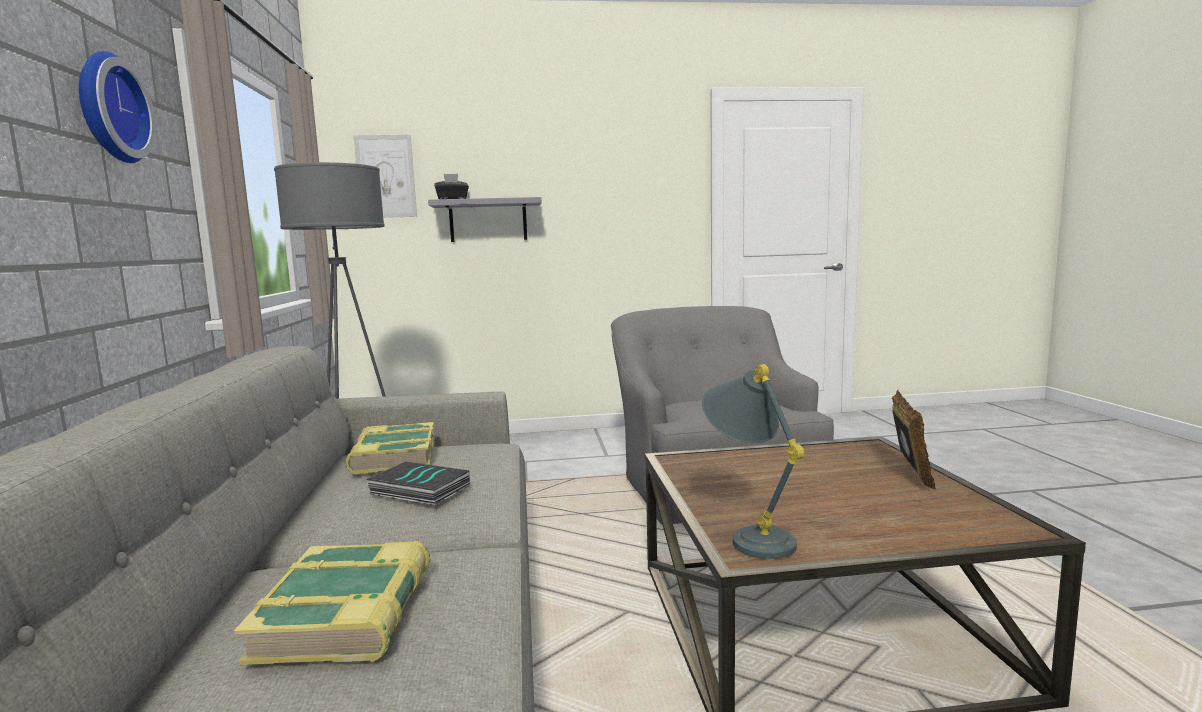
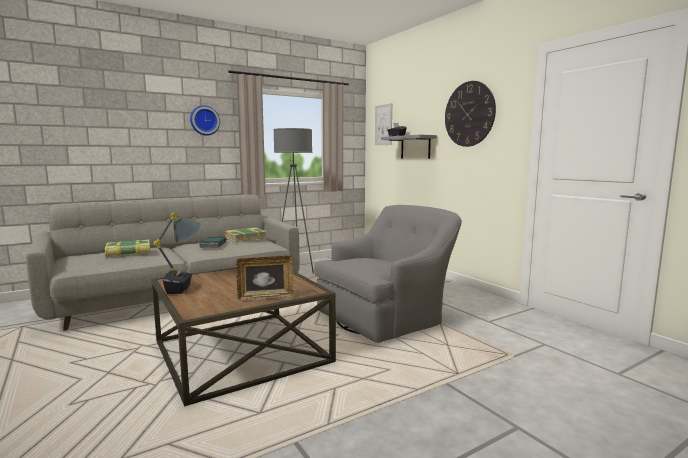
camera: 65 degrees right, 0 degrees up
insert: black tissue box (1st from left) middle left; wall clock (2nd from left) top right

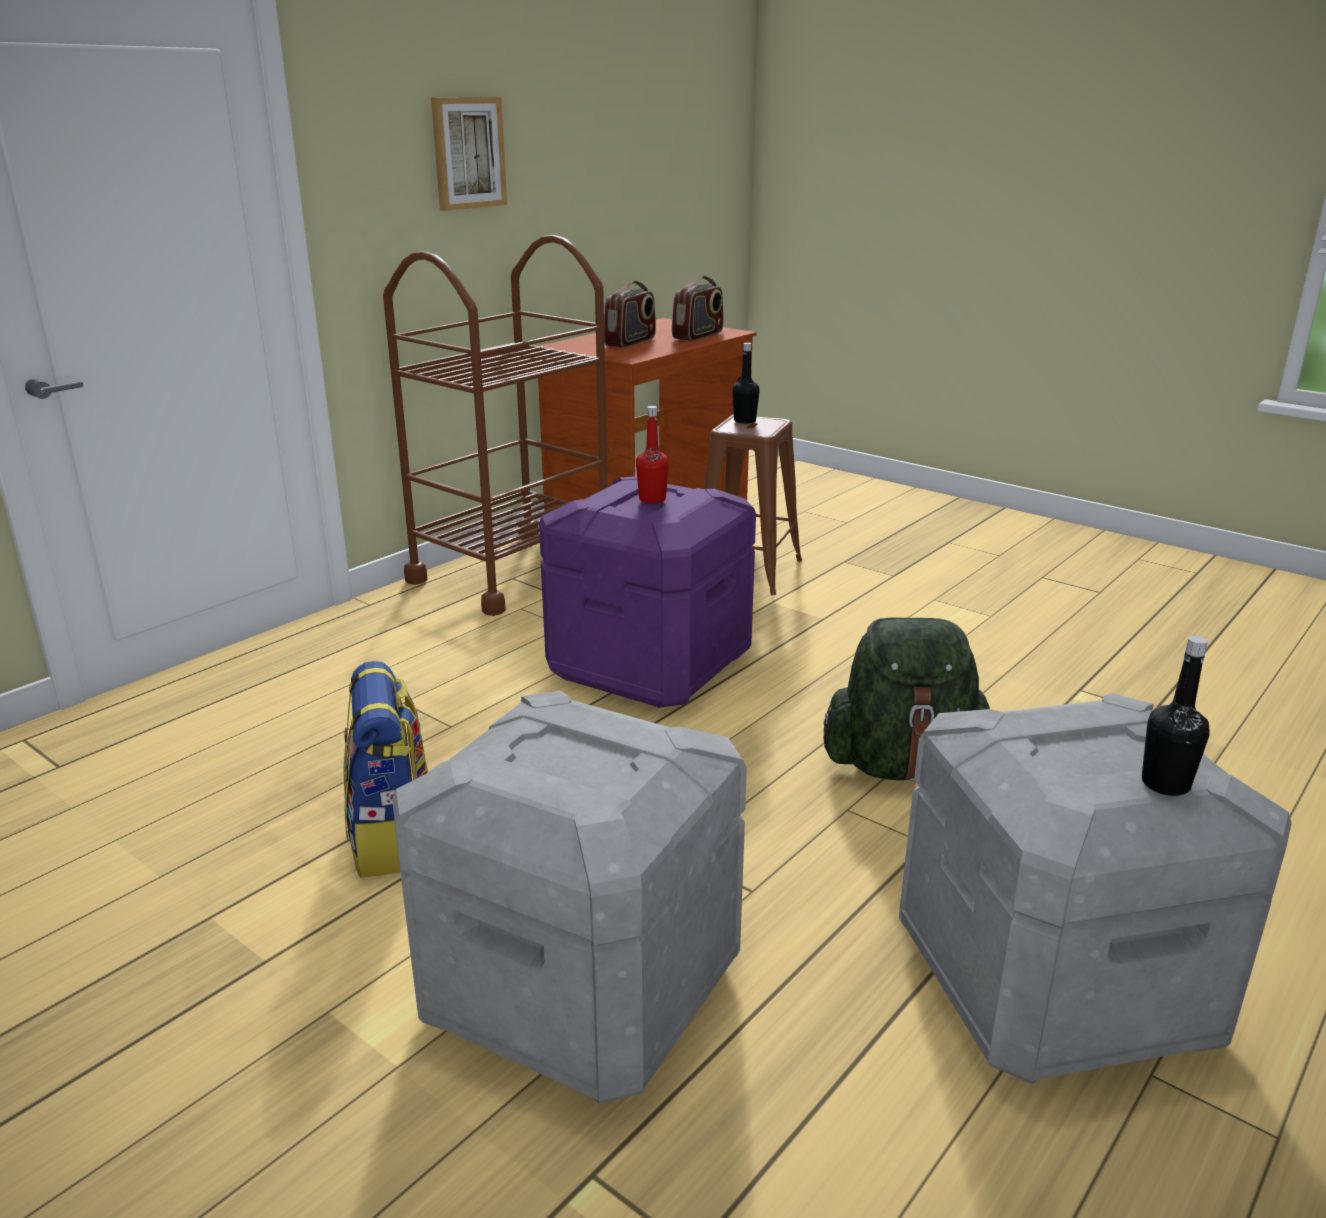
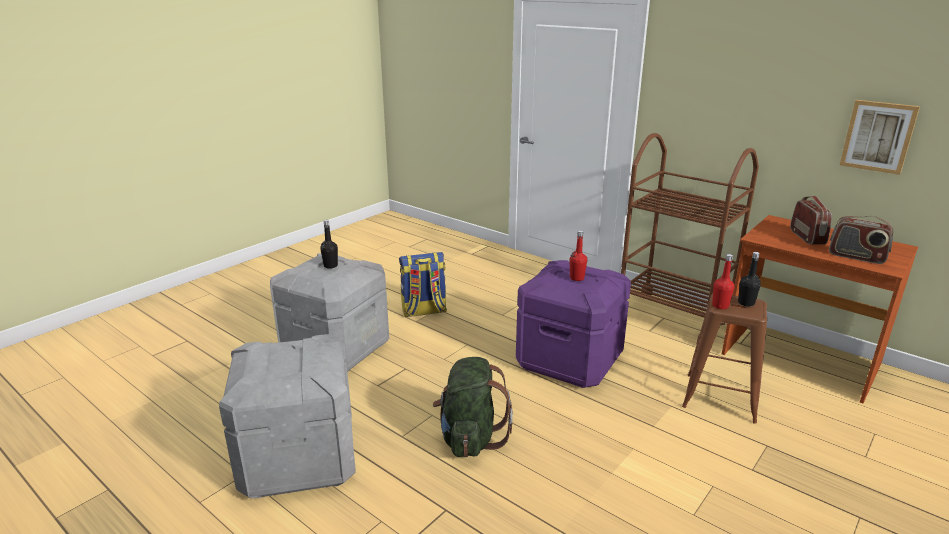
camera: 90 degrees right, 0 degrees up
insert: red bottle (2nd from left) middle right
move: black bottle (2nd from left in the first image) middle right to black bottle (1st from left) centre; picture top centre to top right
rotate: radio (1st from left) top centre = middle right 120 degrees counterclockwise

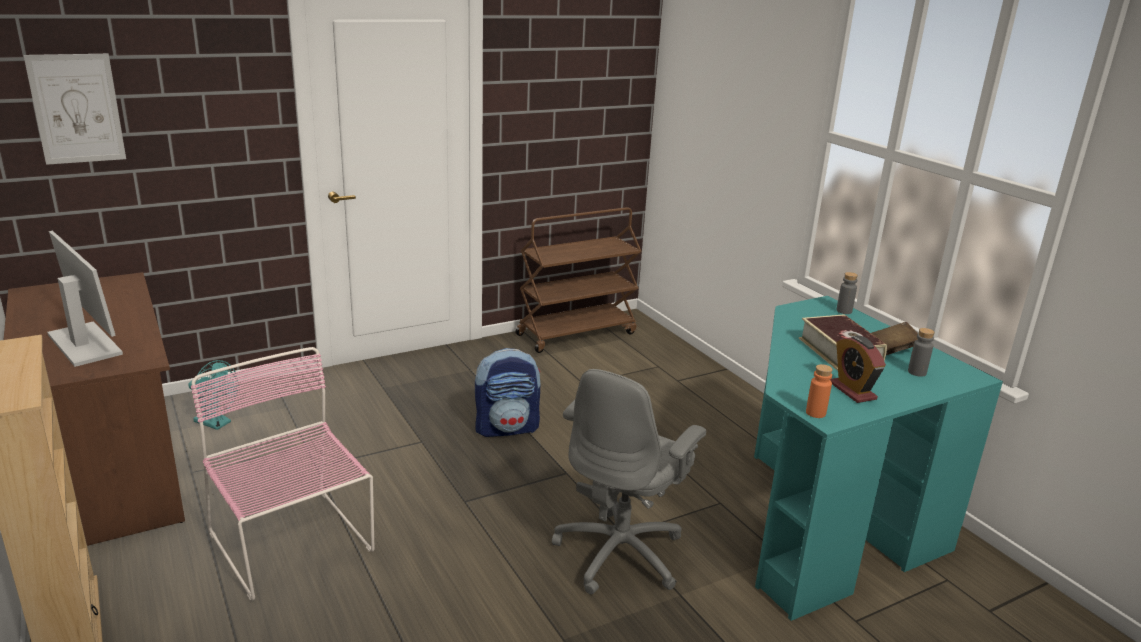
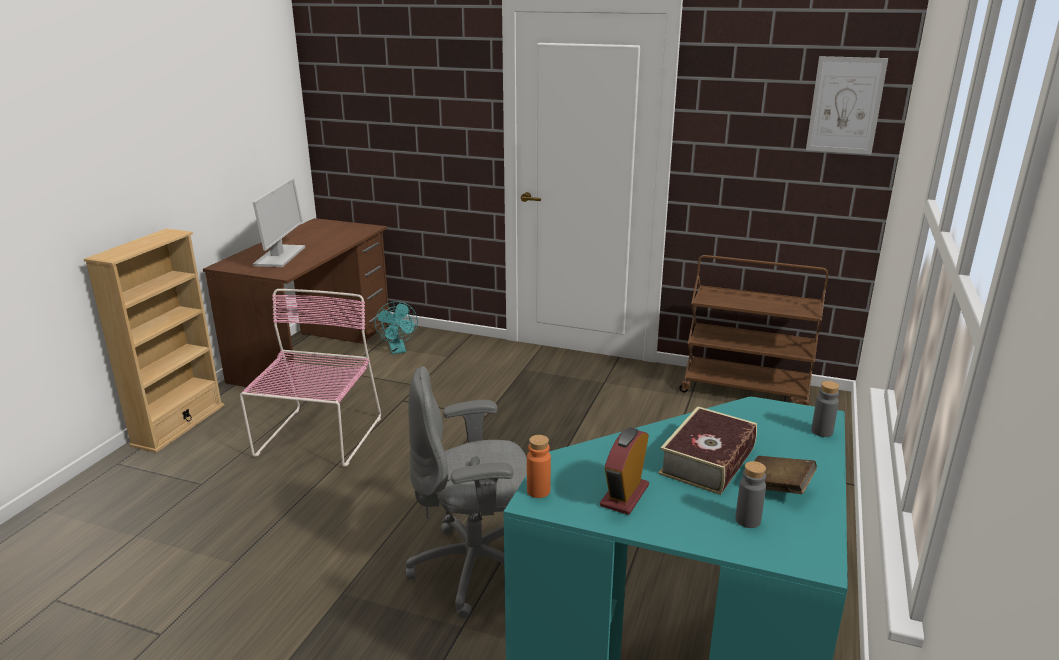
camera: 50 degrees right, 0 degrees up
delete: backpack centre
move: picture top left to top right

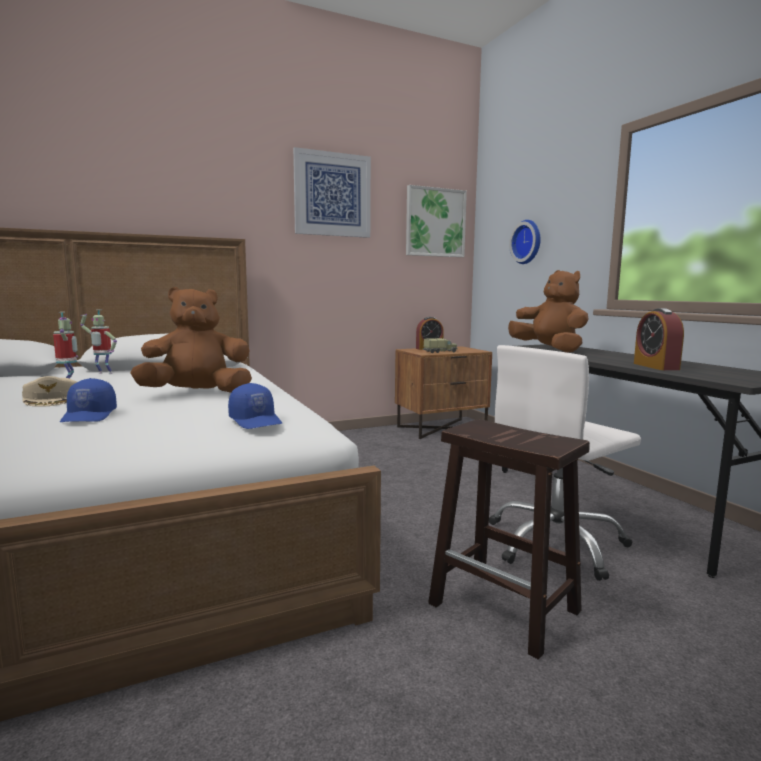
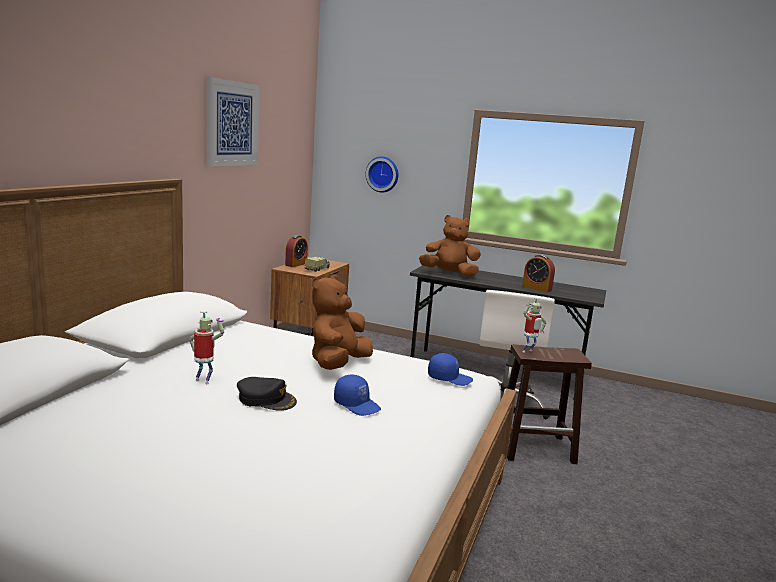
camera: 45 degrees left, 5 degrees up
delete: picture (2nd from left) top centre
move: toy robot (2nd from left) middle left to middle right
recolor: beige cap middle left to black cap bottom centre

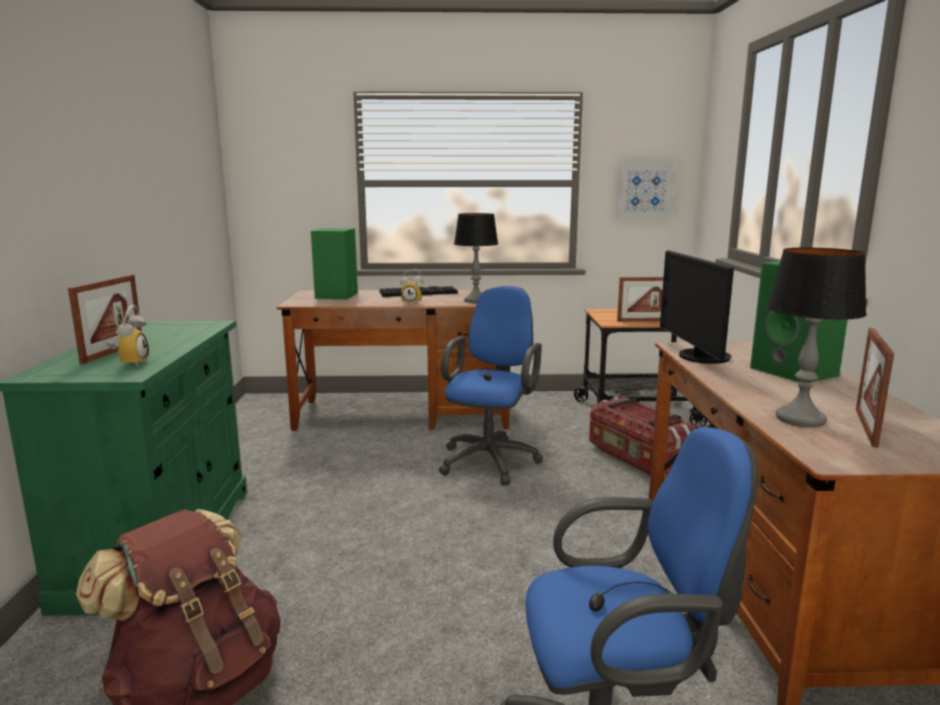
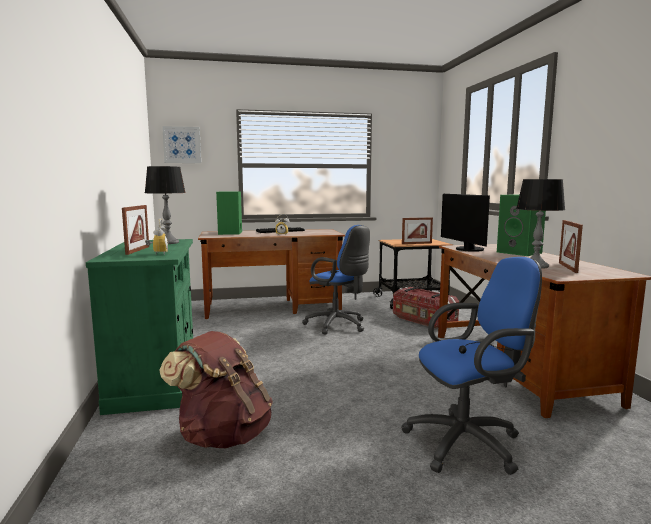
camera: 10 degrees left, 5 degrees down
move: table lamp (1st from left) centre to middle left; picture top right to top left
rotate: blue office chair (1st from left) centre = centre 120 degrees clockwise

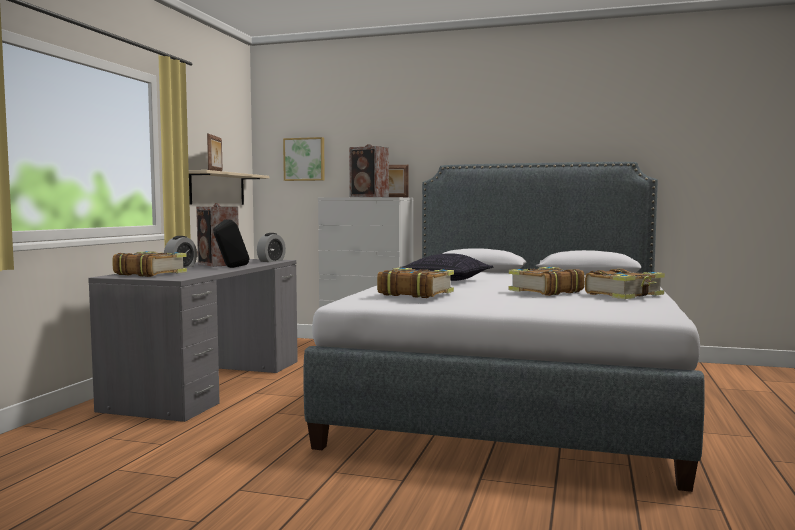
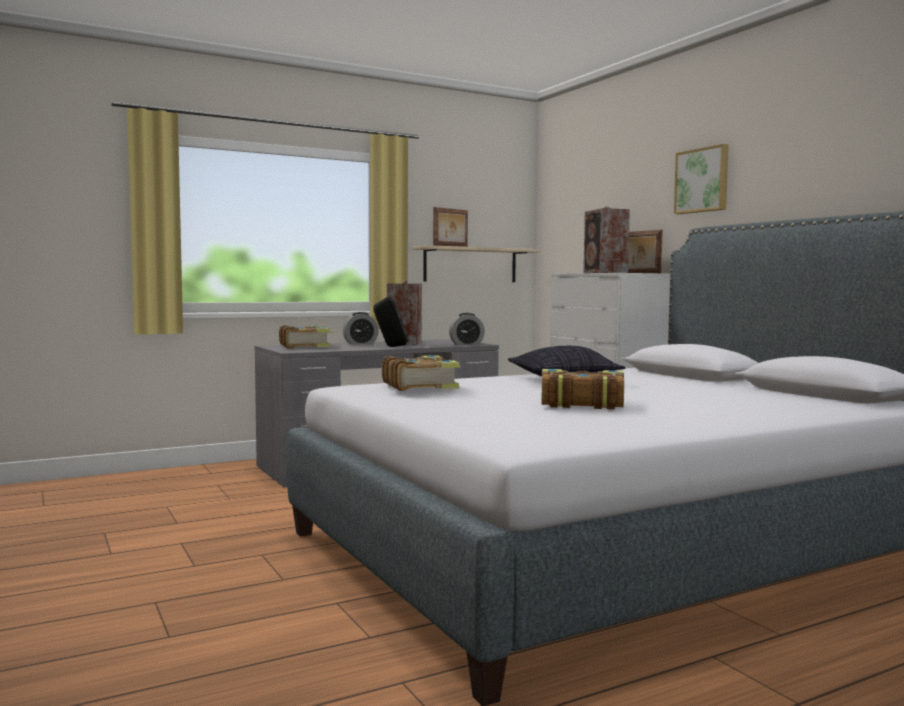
camera: 45 degrees right, 0 degrees up
delete: book (4th from left) middle right
move: picture top centre to top right

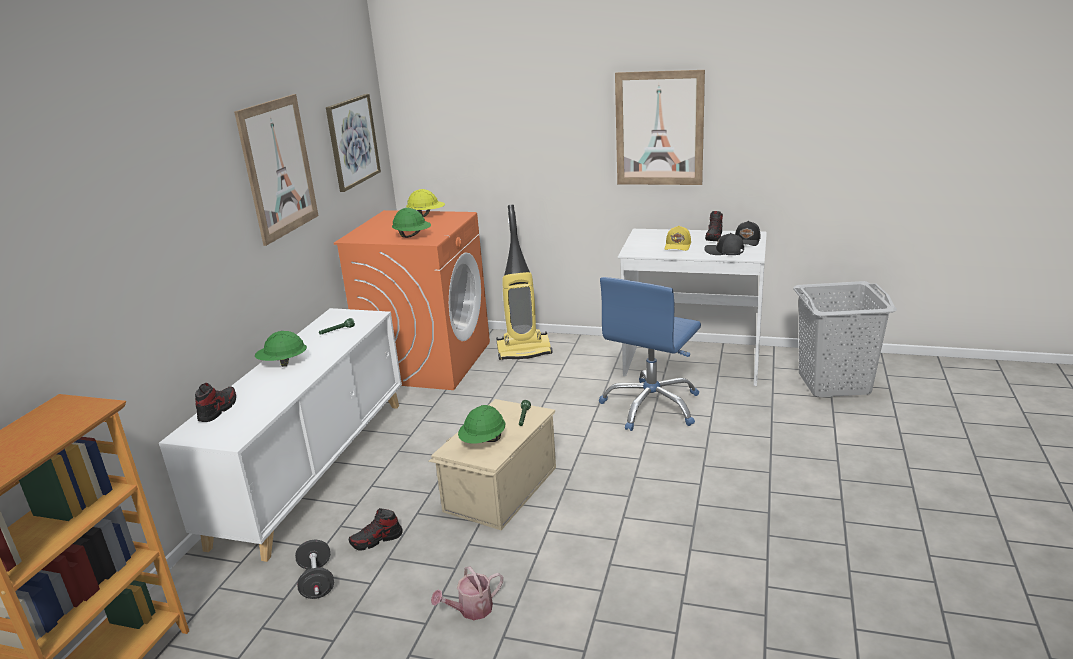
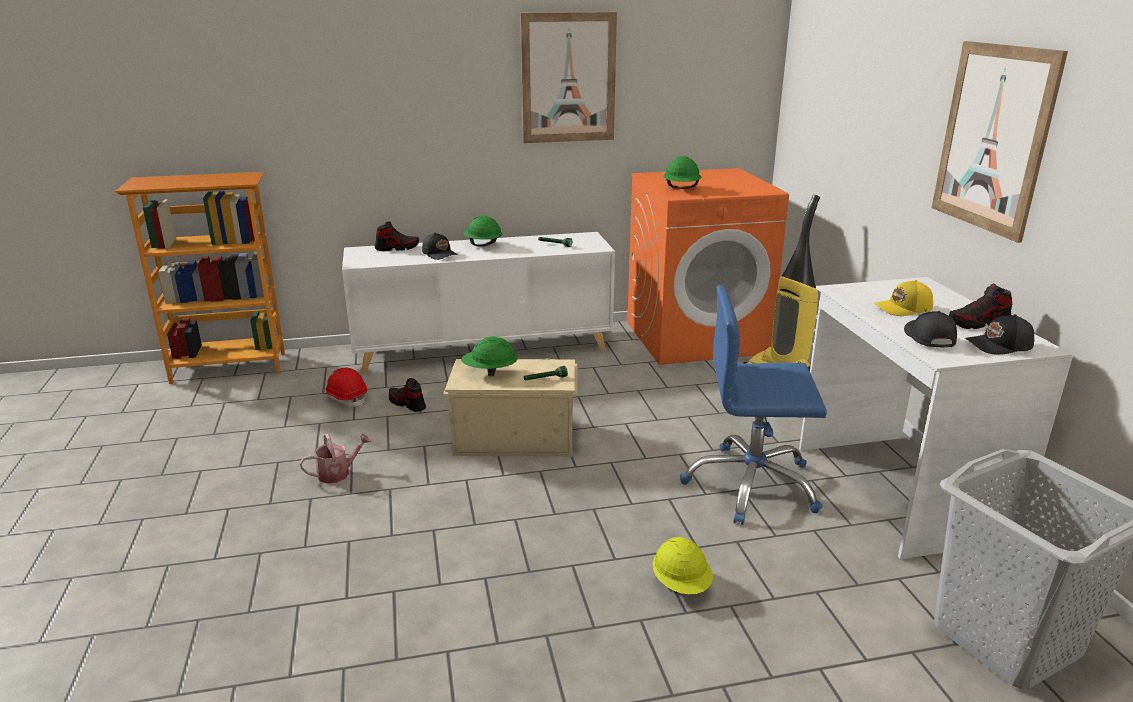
camera: 60 degrees right, 0 degrees up
delete: picture (2nd from left) top left
insert: black cap (1st from left) centre
move: yellow hard hat top centre to bottom centre
replace: black dumbbell bottom left to red hard hat middle left
rotate: watering can bottom centre = middle left 120 degrees clockwise

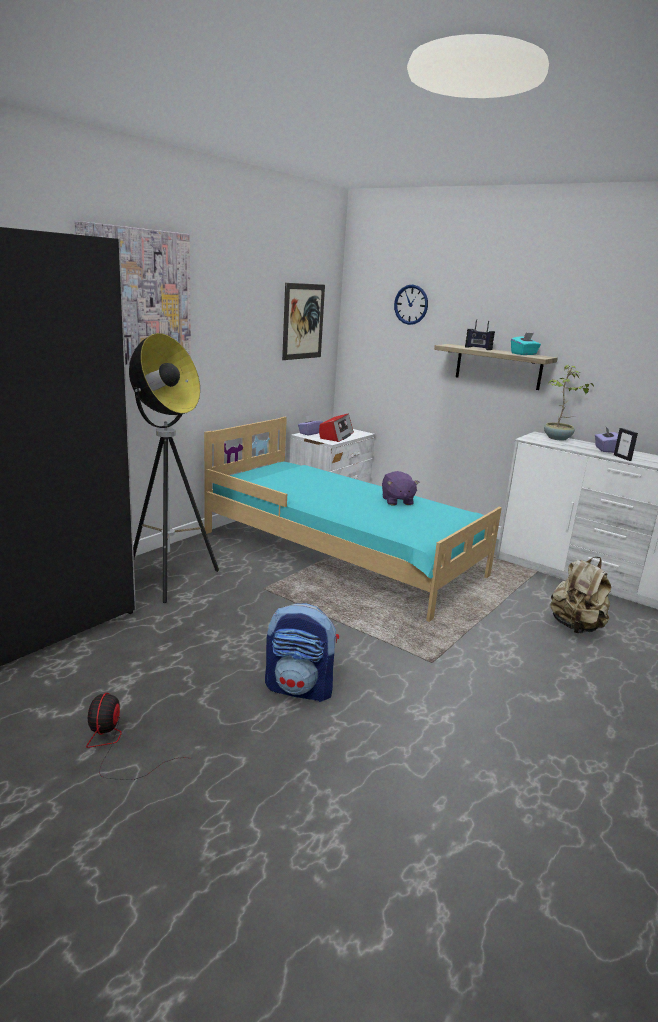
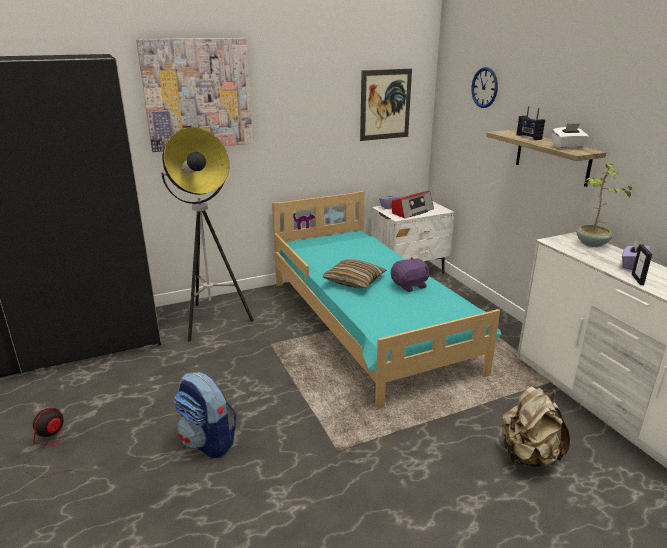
camera: 30 degrees right, 5 degrees up
insert: pillow centre
recolor: turquoise tissue box middle right to white tissue box top right
rotate: purple plush toy centre = centre 135 degrees counterclockwise

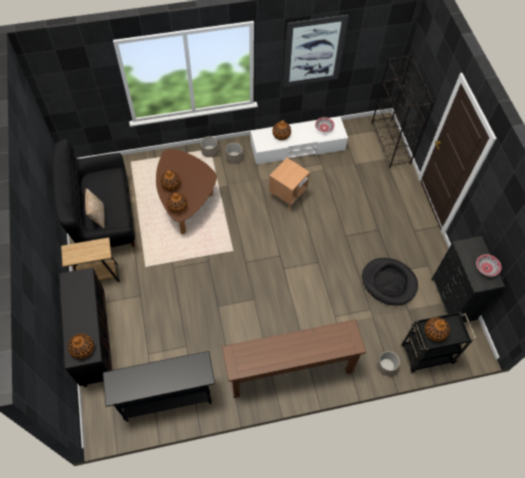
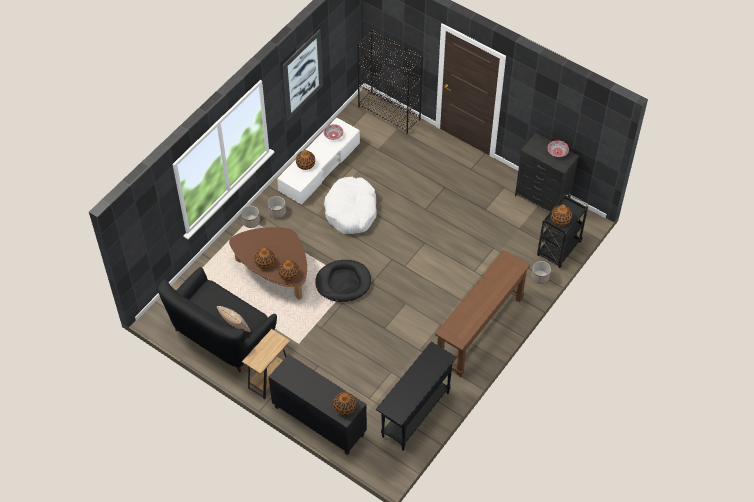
camera: 40 degrees left, 5 degrees down
move: black dog bed middle right to centre
replace: brown side table (2nd from left) centre to white dog bed centre

